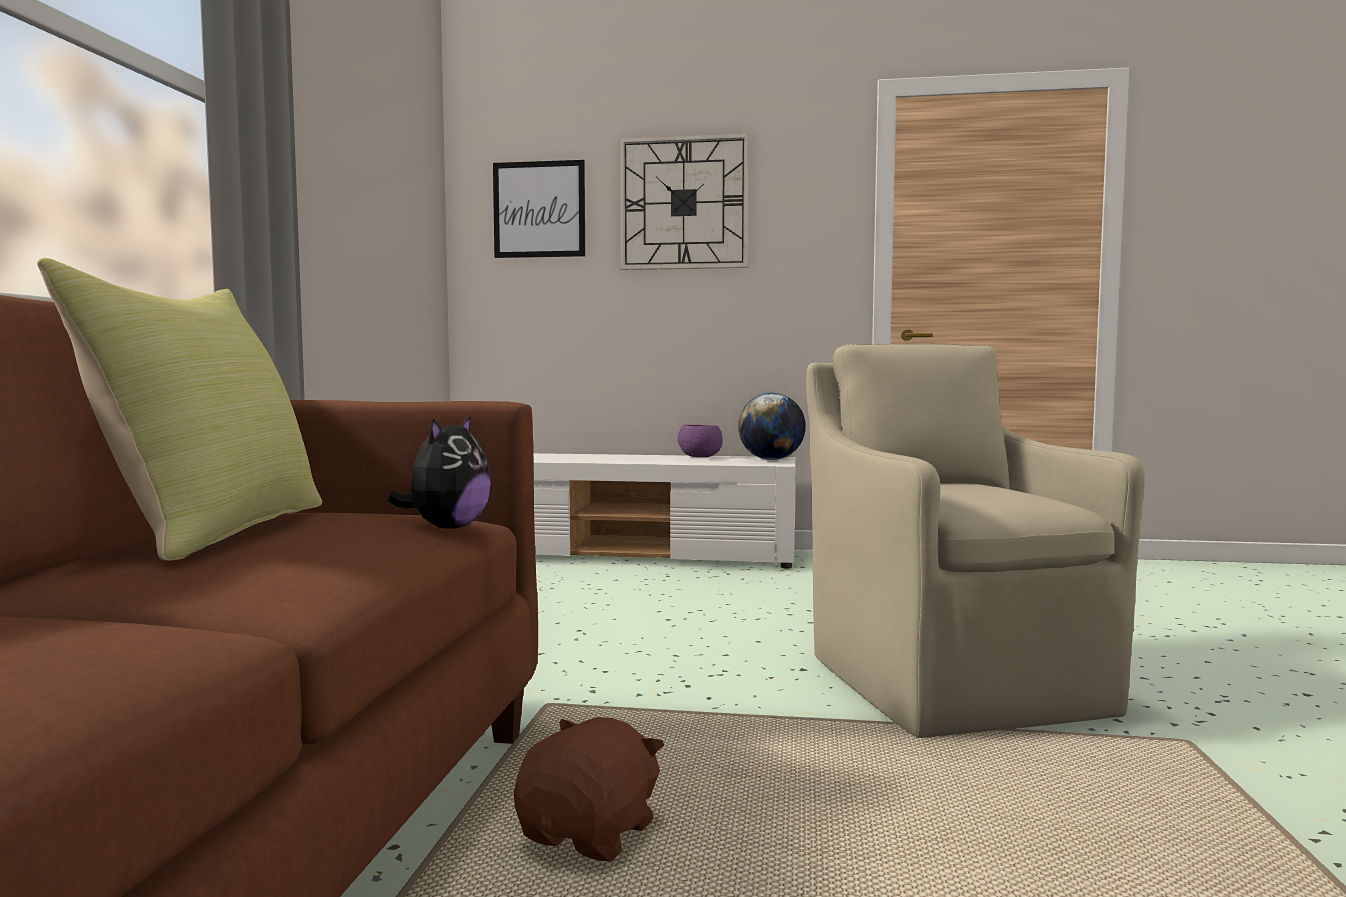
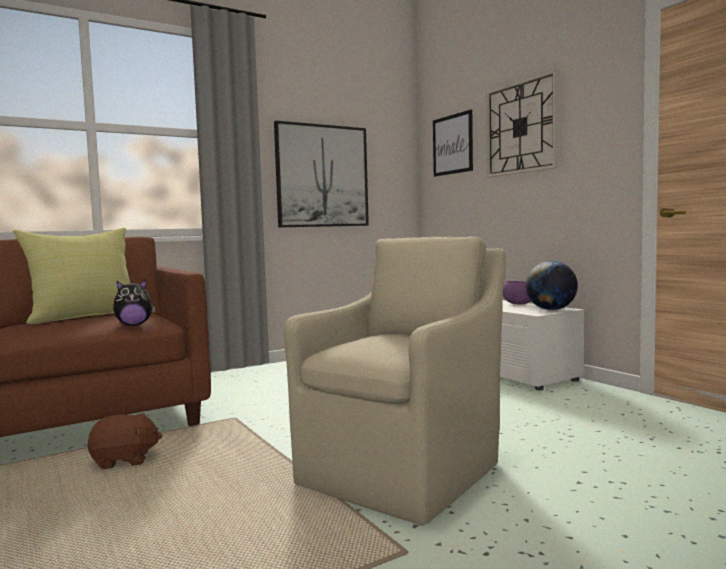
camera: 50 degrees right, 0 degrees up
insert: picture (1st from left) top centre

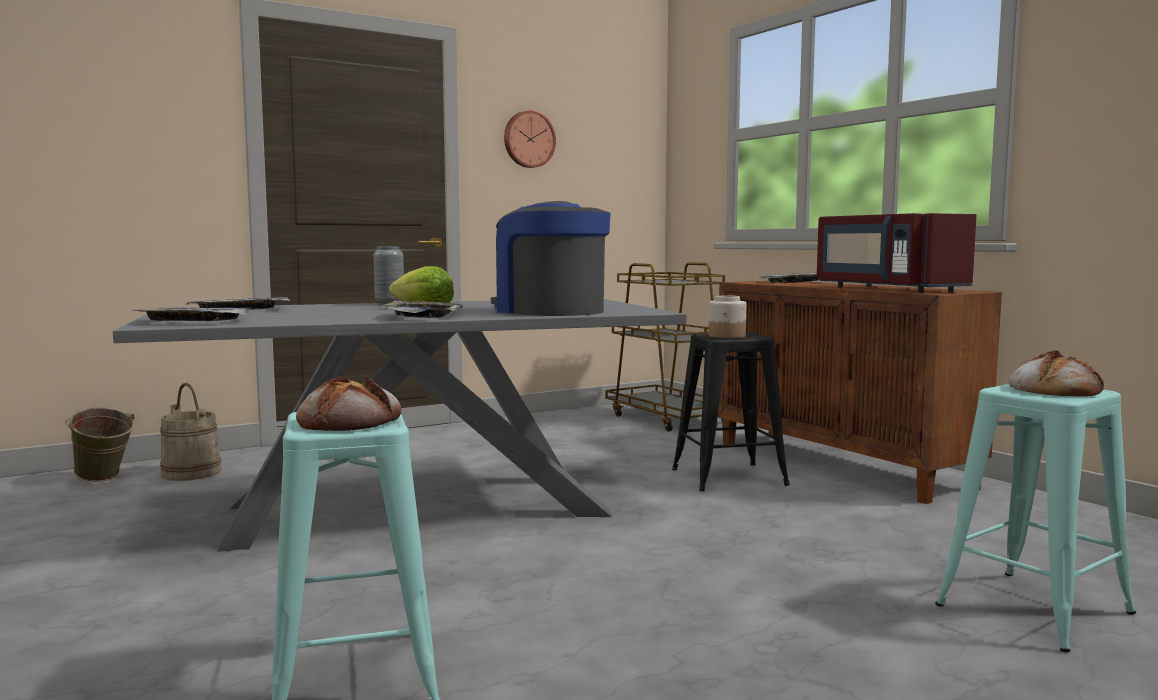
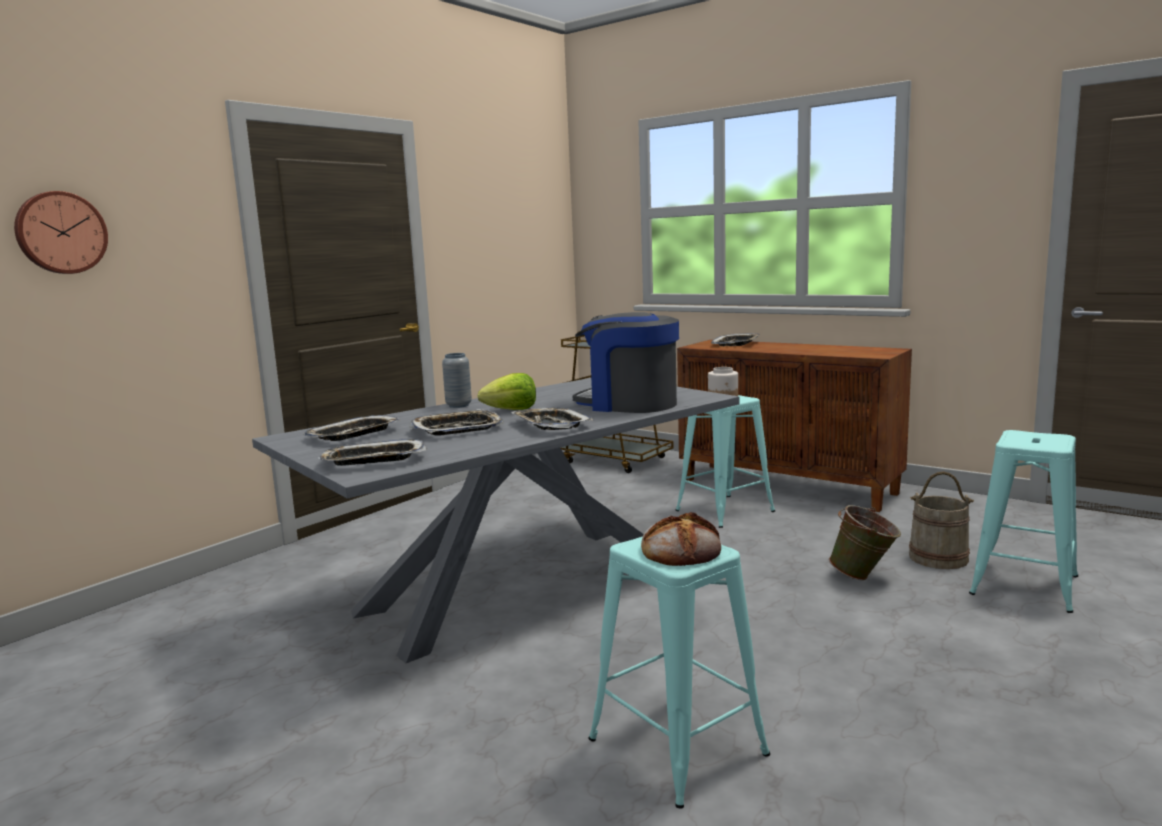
camera: 20 degrees left, 5 degrees up
delete: red microwave middle right; bread (2nd from left) middle right
insert: tray (3rd from left) centre
move: wall clock top centre to top left; green bucket middle left to middle right; beige bucket middle left to middle right
recolor: black stool centre to turquoise stool (2nd from left) centre

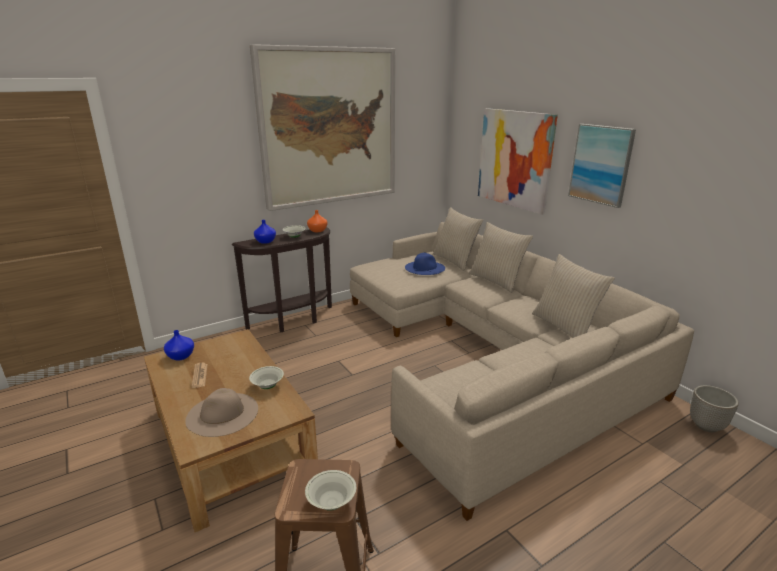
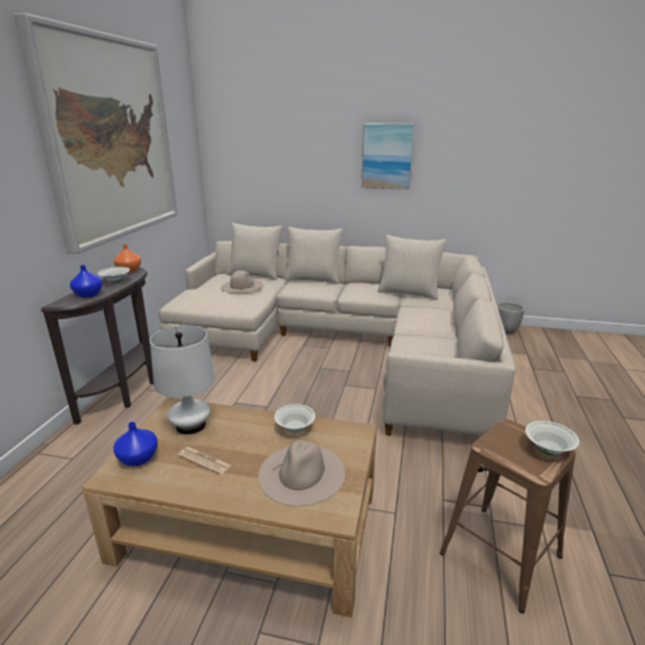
camera: 45 degrees left, 0 degrees up
delete: picture (2nd from left) top right
insert: white table lamp middle left
recolor: blue hat centre to beige hat (1st from left) centre

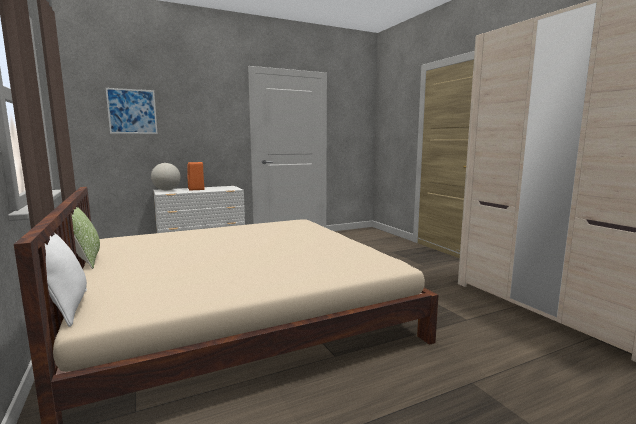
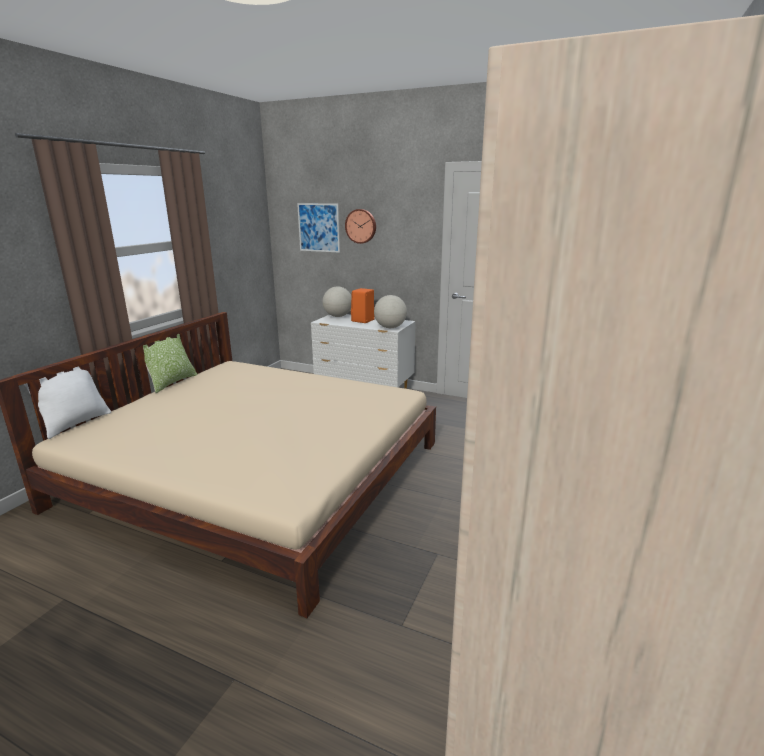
camera: 50 degrees right, 10 degrees up
insert: wall clock top centre; globe (2nd from left) centre

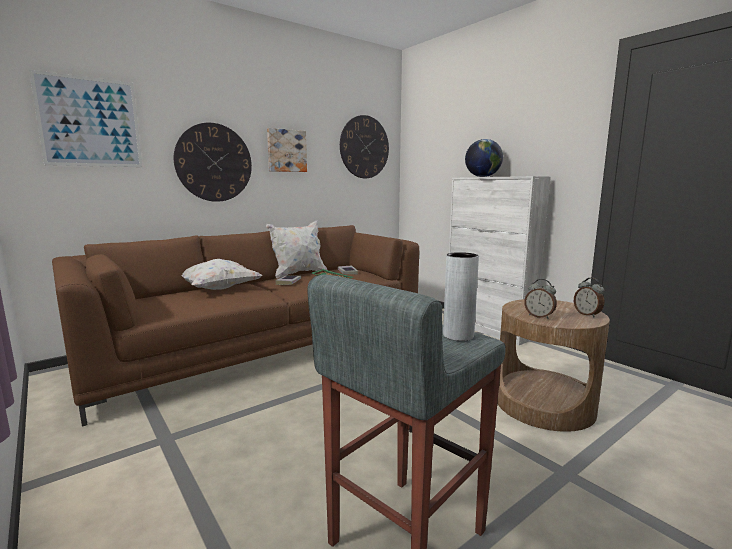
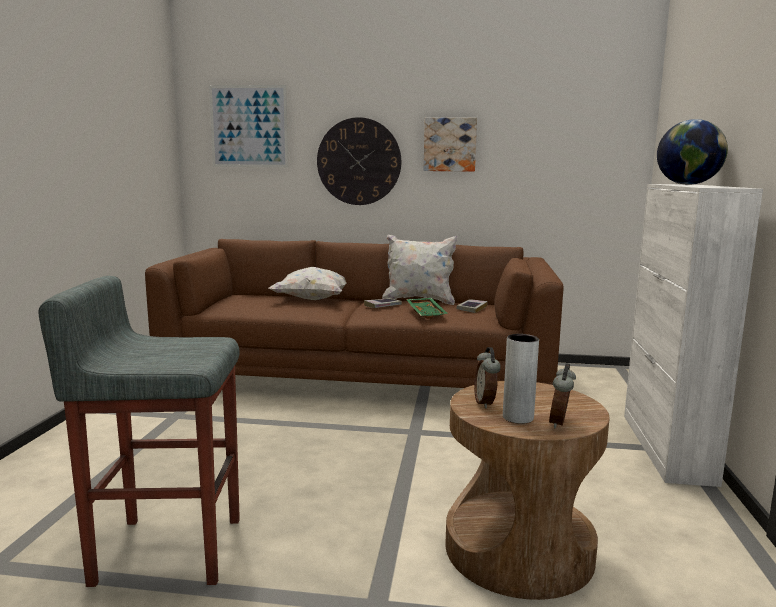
camera: 45 degrees right, 0 degrees up
delete: wall clock (2nd from left) top centre
move: grey vase centre to middle right

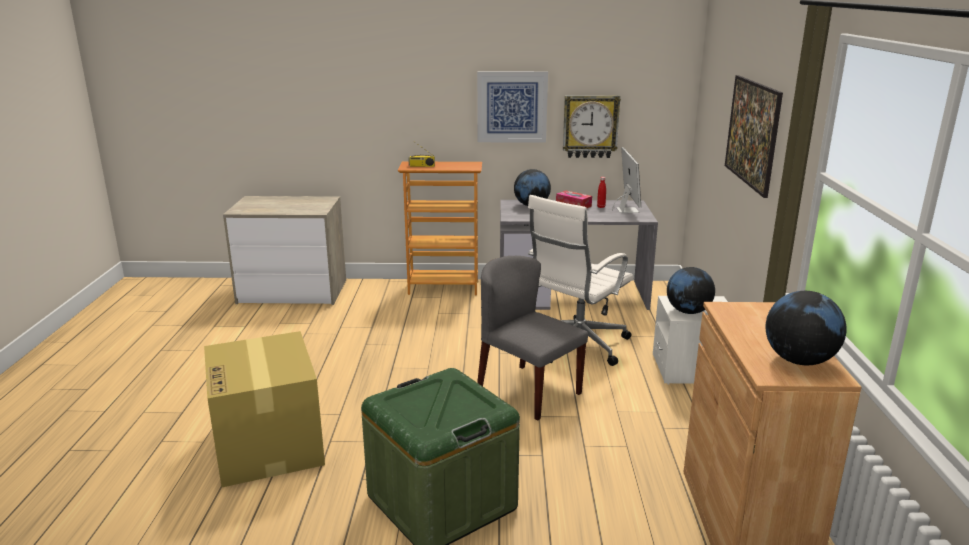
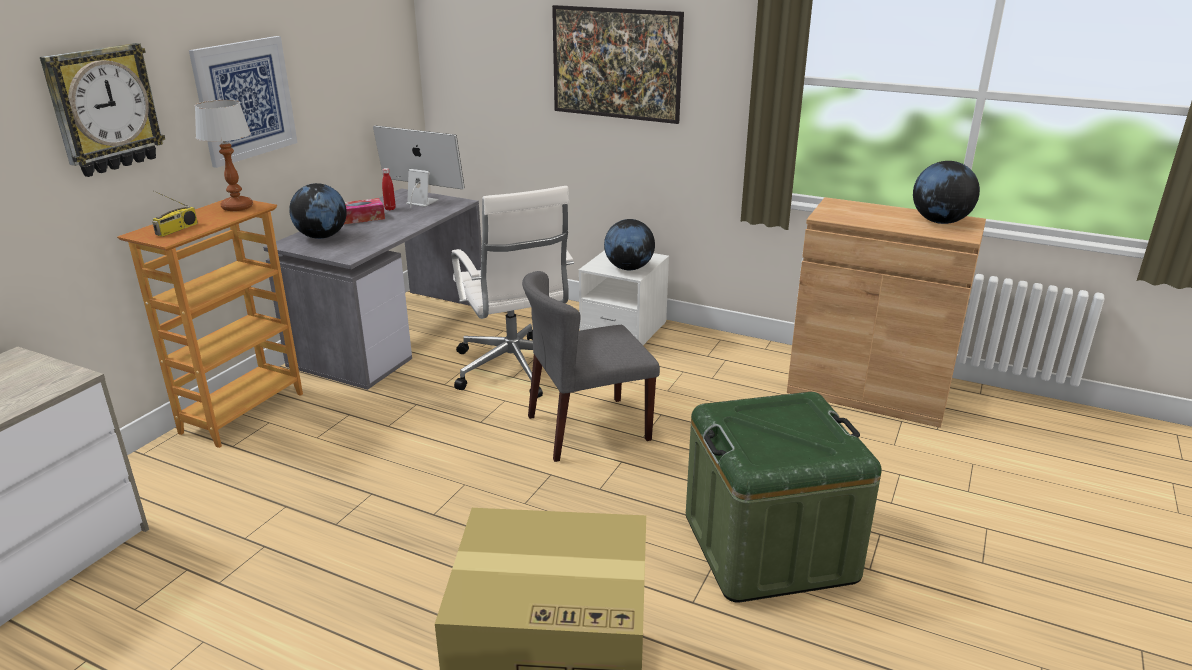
camera: 65 degrees left, 5 degrees up
insert: table lamp top left
move: wall clock top centre to top left

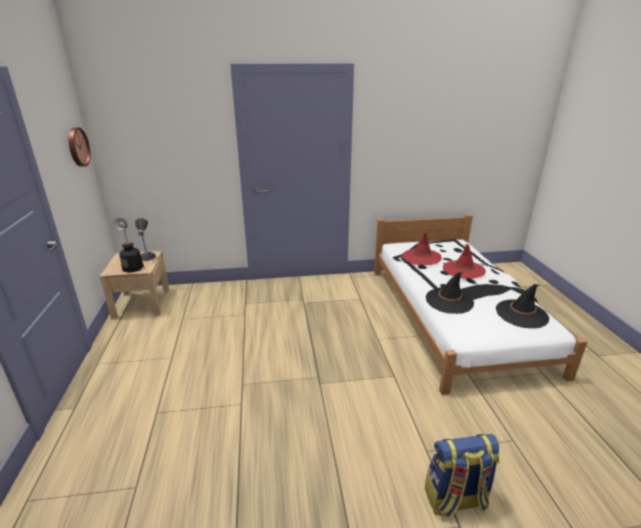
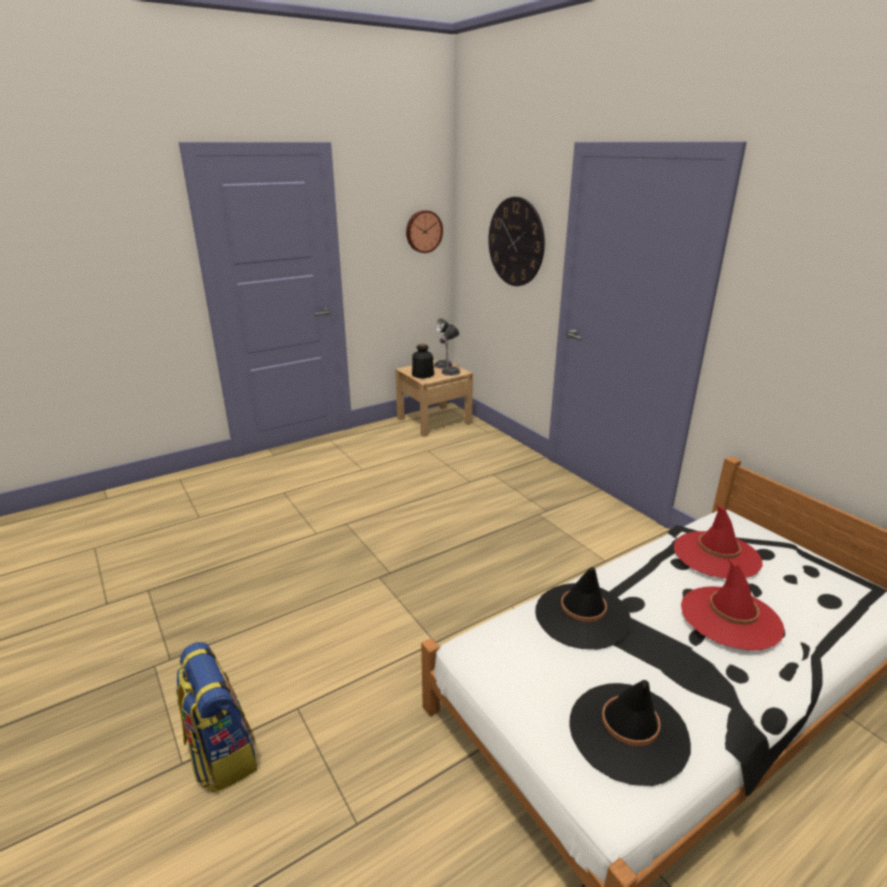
camera: 65 degrees right, 0 degrees up
insert: wall clock (2nd from left) top centre

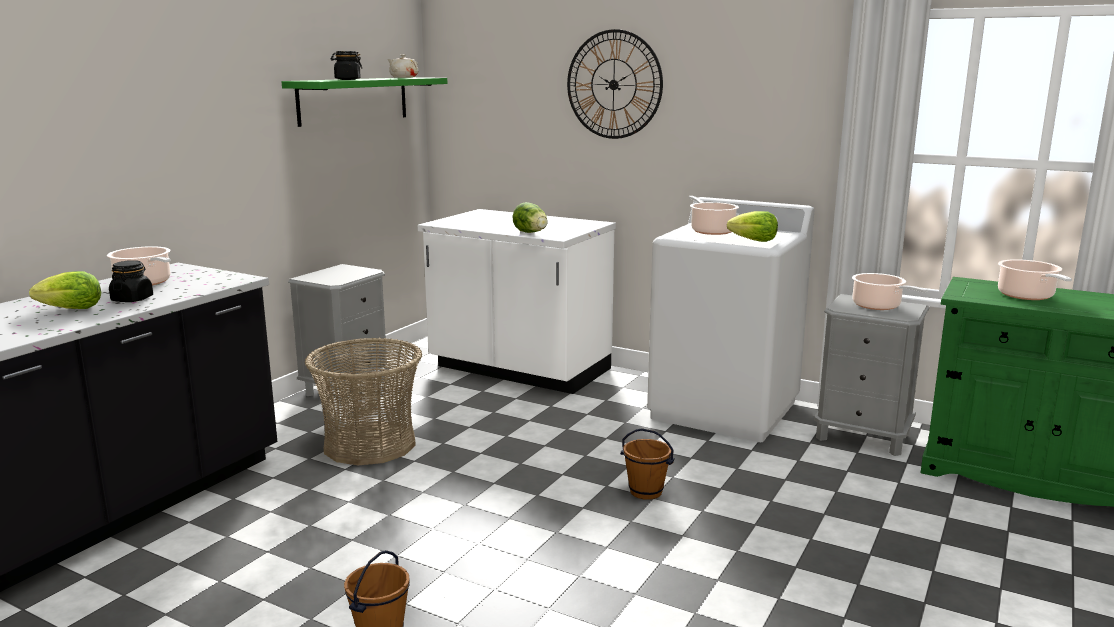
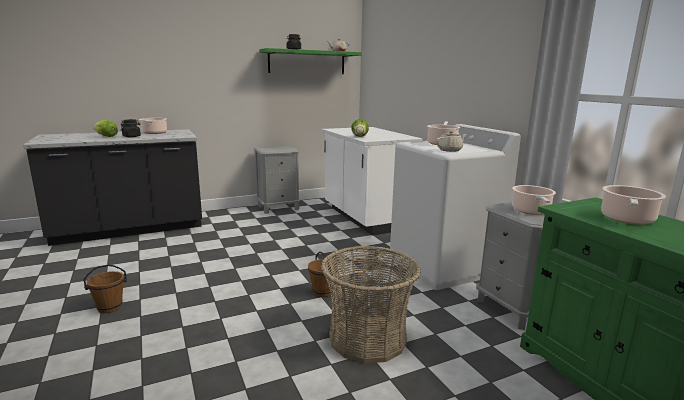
camera: 35 degrees right, 0 degrees up
delete: wall clock top centre
move: basket middle left to bottom centre
replace: lettuce (3rd from left) middle right to beige teapot (2nd from left) centre

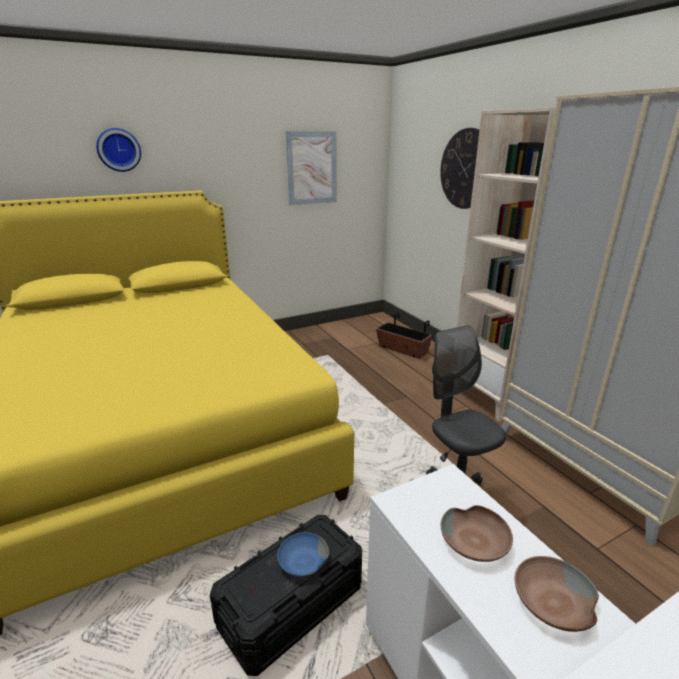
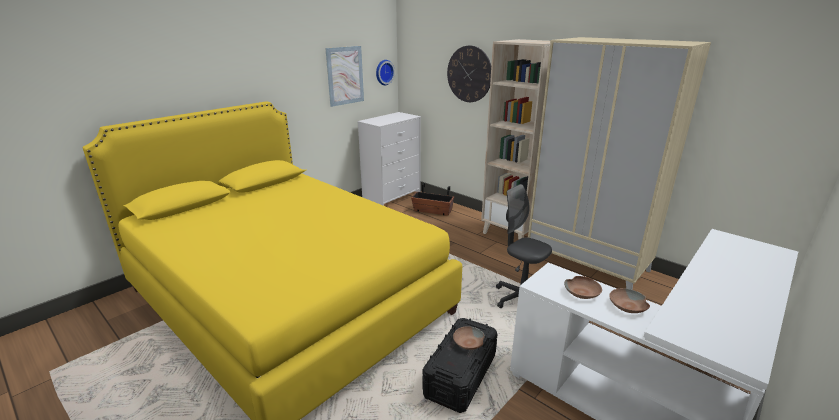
camera: 20 degrees left, 0 degrees up
insert: white dresser centre
move: wall clock (1st from left) top left to top centre
recolor: blue bowl bottom centre to brown bowl (1st from left) bottom centre

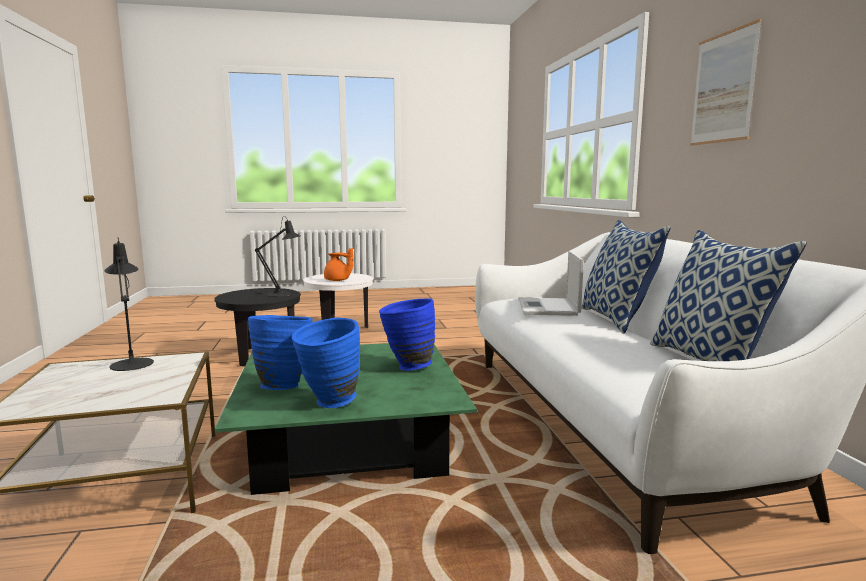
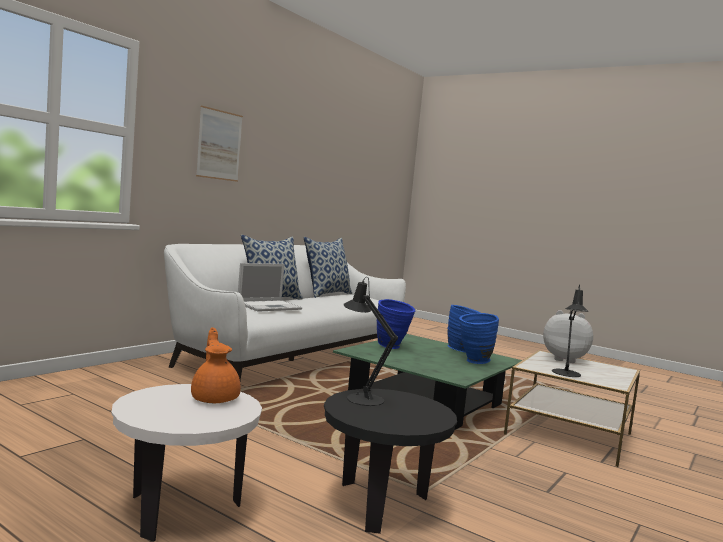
camera: 135 degrees left, 5 degrees down
insert: plush toy middle right

